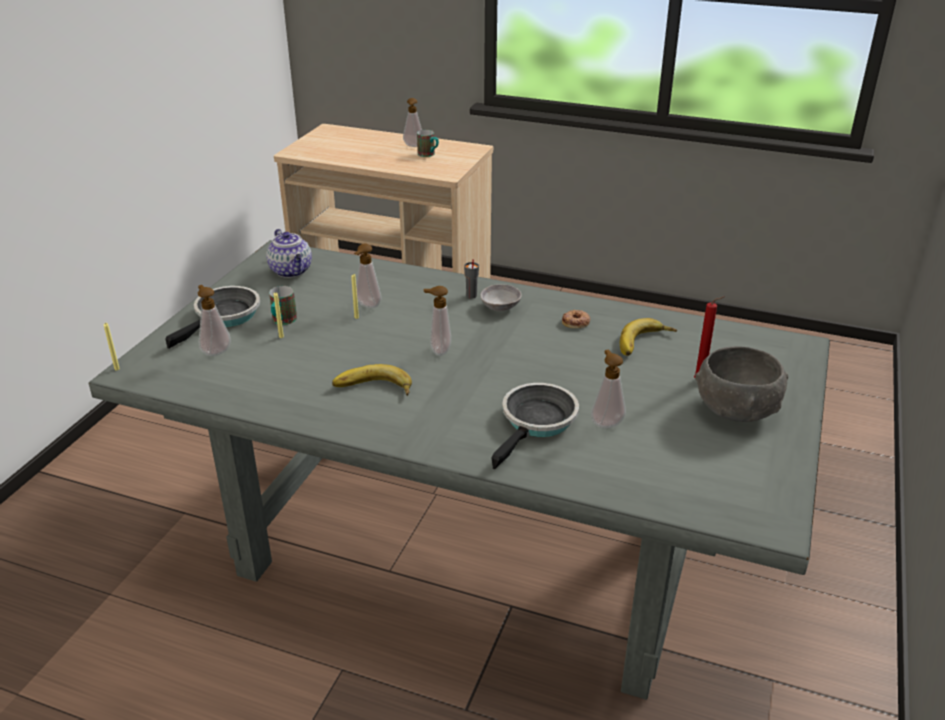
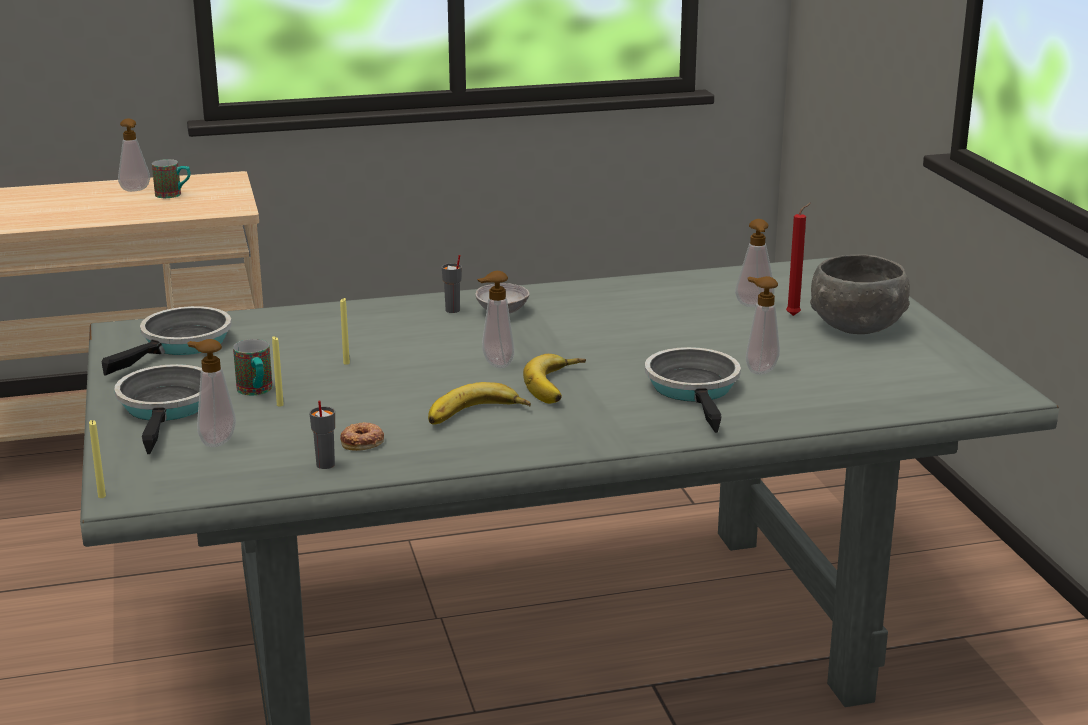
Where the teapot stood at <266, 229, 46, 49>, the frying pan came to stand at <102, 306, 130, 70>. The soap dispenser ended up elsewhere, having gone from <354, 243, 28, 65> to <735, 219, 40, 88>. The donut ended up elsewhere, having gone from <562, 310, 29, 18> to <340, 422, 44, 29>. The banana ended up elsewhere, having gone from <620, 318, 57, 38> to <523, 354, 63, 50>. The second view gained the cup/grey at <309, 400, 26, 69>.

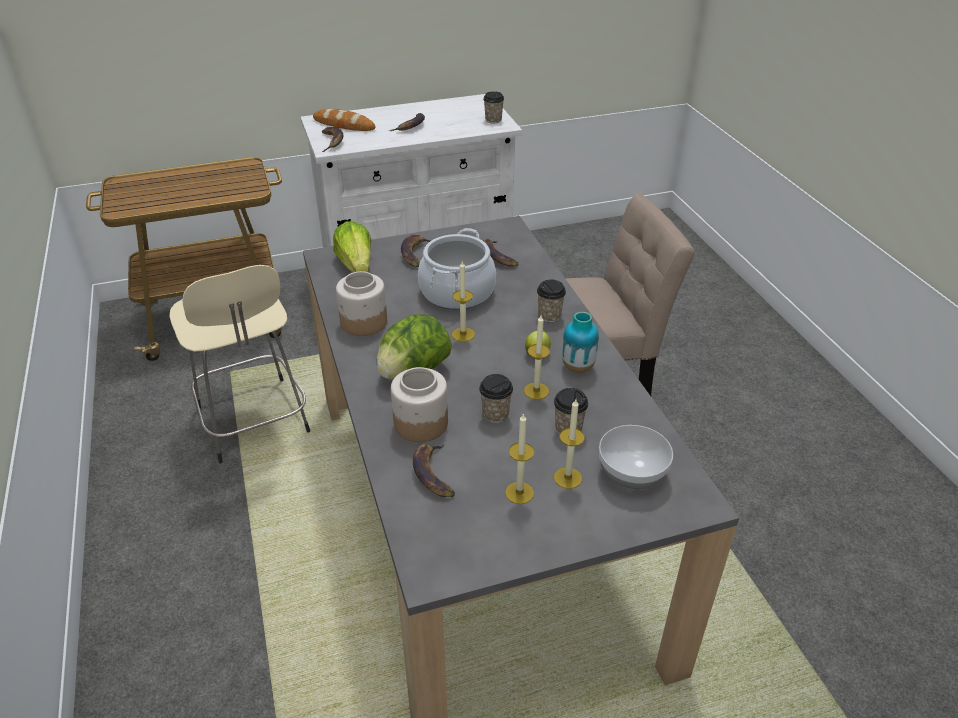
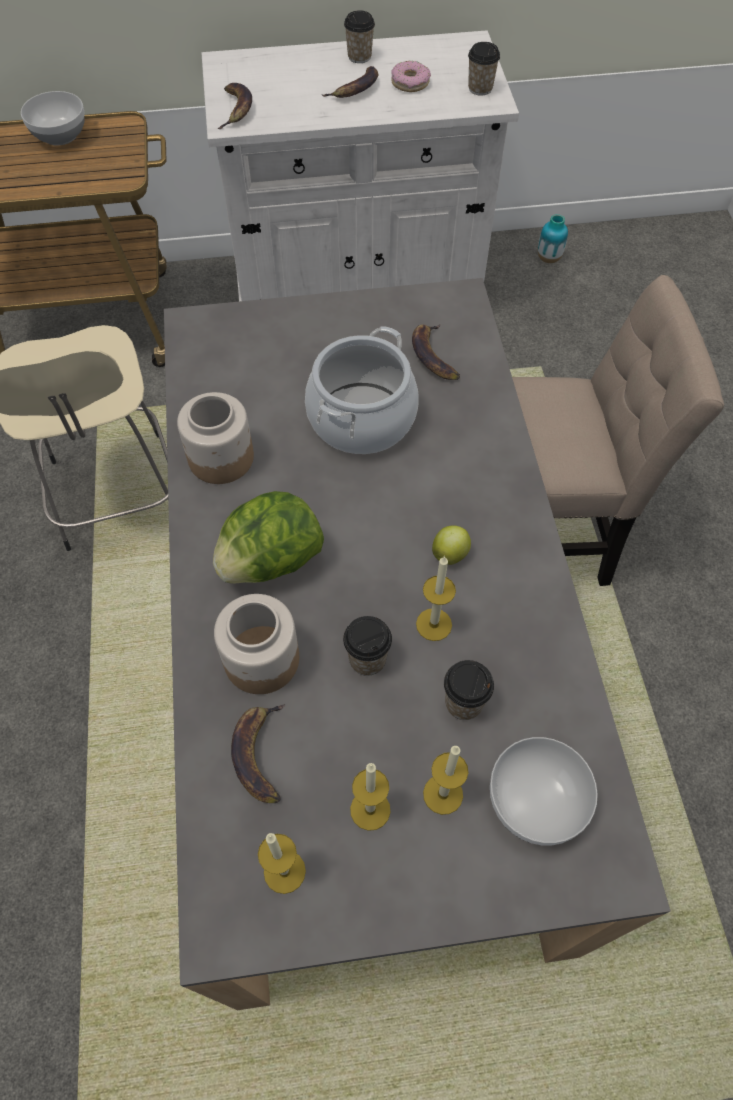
The second view lost the bread at <313, 109, 62, 22>. The second view lost the lettuce at <333, 221, 38, 51>. The second view lost the banana at <401, 234, 29, 33>. The candle ended up elsewhere, having gone from <452, 261, 23, 81> to <258, 833, 48, 61>. The cup ended up elsewhere, having gone from <537, 280, 29, 43> to <344, 10, 31, 53>. The vase ended up elsewhere, having gone from <562, 312, 37, 61> to <538, 214, 30, 49>. The second view gained the bowl at <21, 91, 64, 54>. The second view gained the donut at <391, 61, 40, 31>.

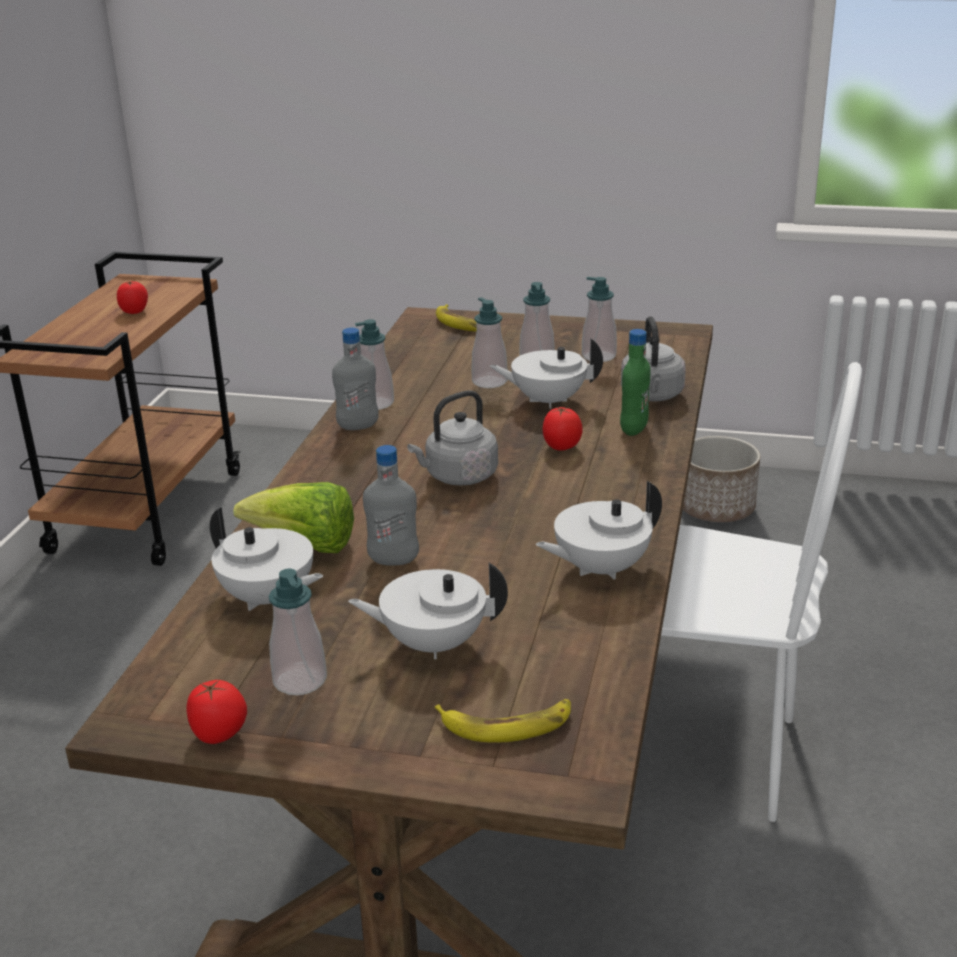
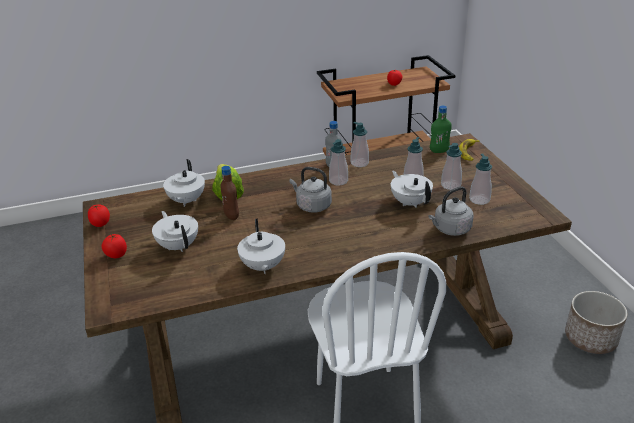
The soap dispenser ended up elsewhere, having gone from <269, 568, 58, 128> to <329, 139, 19, 46>. What was the bottle/grey at <363, 445, 56, 121> turned into the bottle/brown at <221, 166, 18, 54>. The second view lost the banana at <435, 699, 136, 44>. The teapot/white at <536, 481, 126, 98> ended up facing another way, 135 degrees counterclockwise from before. The tomato ended up elsewhere, having gone from <542, 407, 41, 44> to <102, 234, 25, 24>. The bottle/green ended up elsewhere, having gone from <620, 329, 31, 107> to <430, 105, 22, 48>.

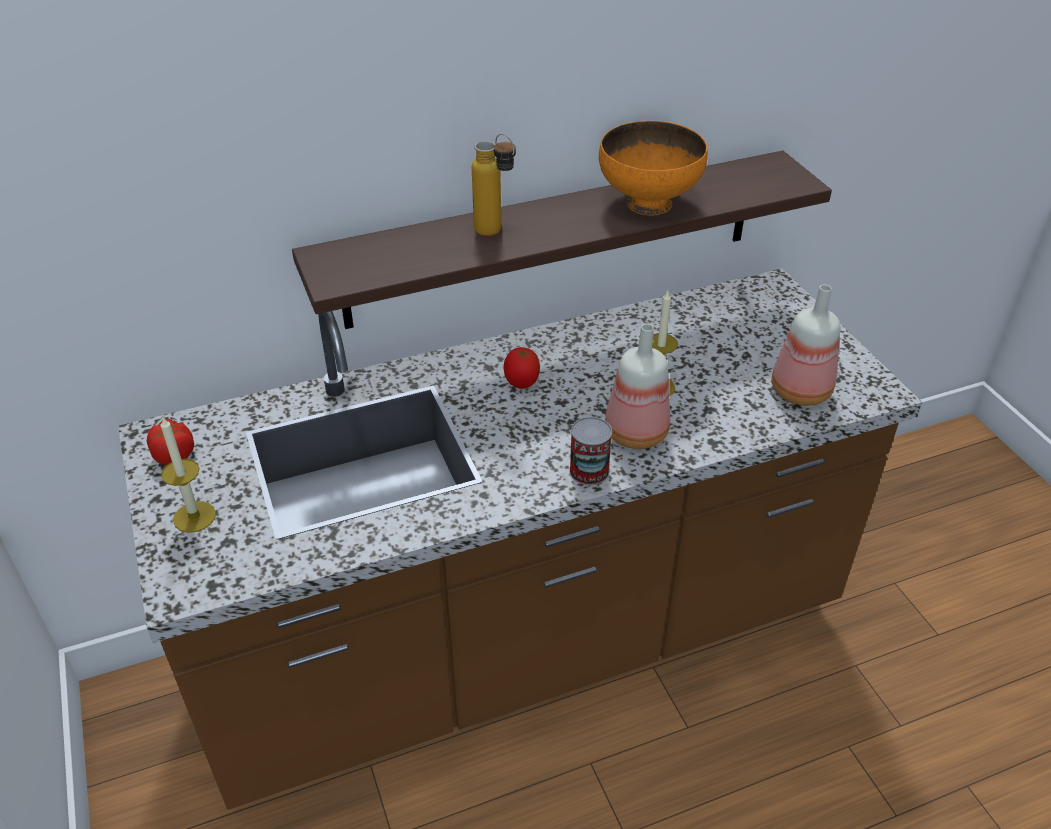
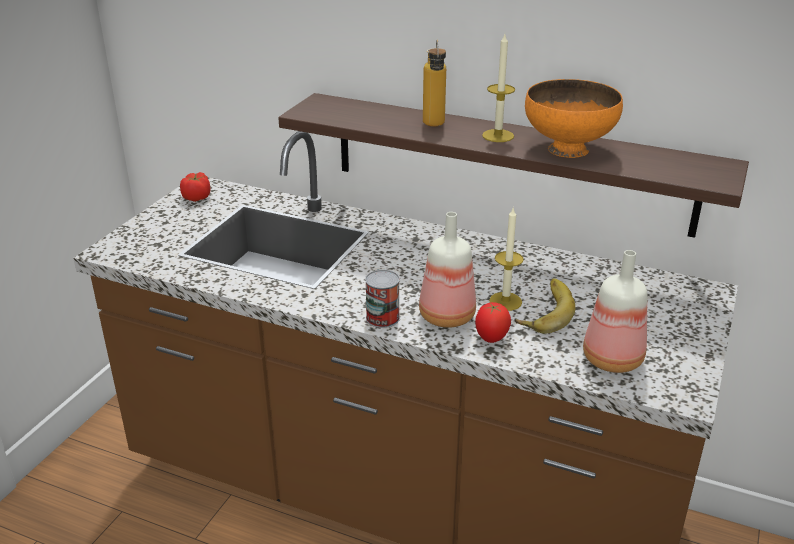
The candle ended up elsewhere, having gone from <160, 417, 56, 116> to <482, 34, 33, 108>. The tomato ended up elsewhere, having gone from <504, 347, 36, 42> to <475, 302, 36, 41>. The second view gained the banana at <515, 279, 60, 55>.

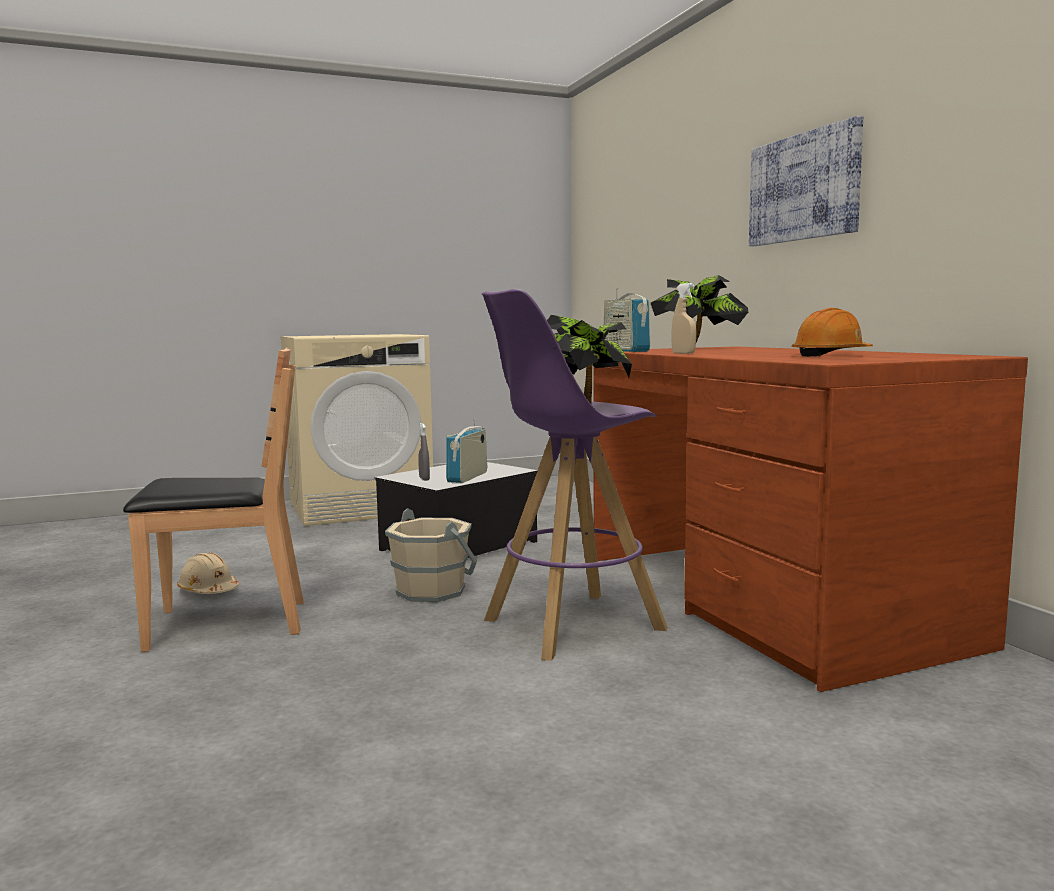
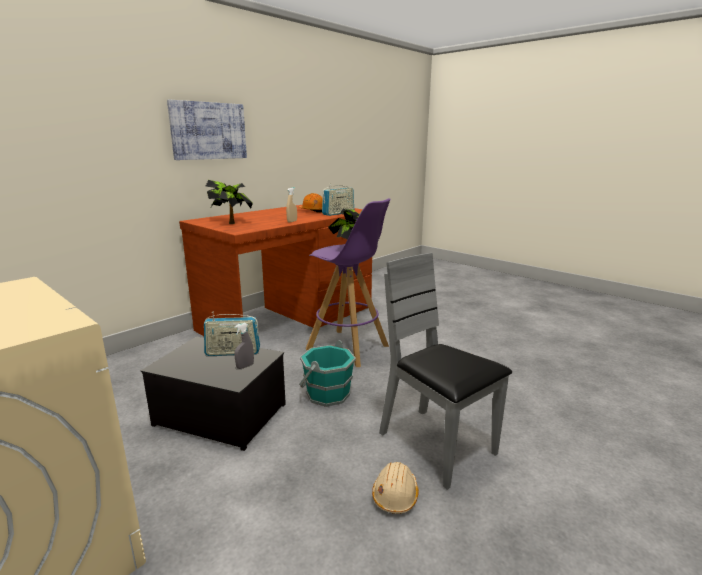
What was the chair/brown at <123, 348, 181, 304> turned into the chair/grey at <379, 253, 133, 237>. What was the bucket/beige at <385, 508, 92, 94> turned into the bucket/turquoise at <299, 340, 57, 67>. The radio ended up elsewhere, having gone from <604, 288, 46, 64> to <322, 183, 32, 33>.

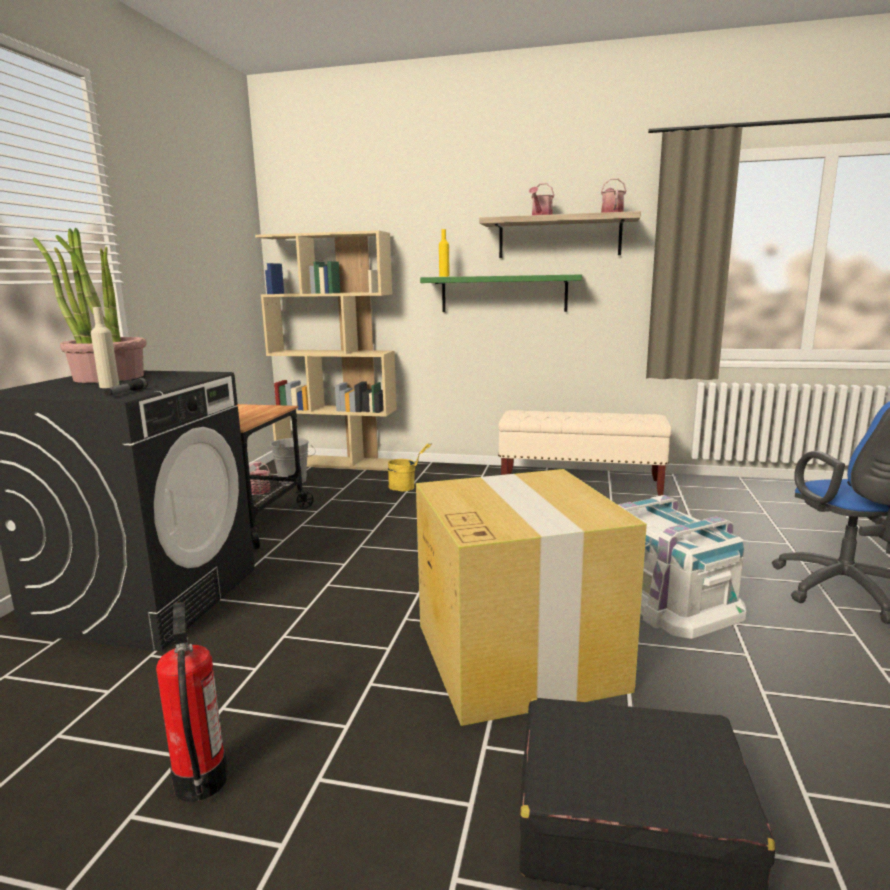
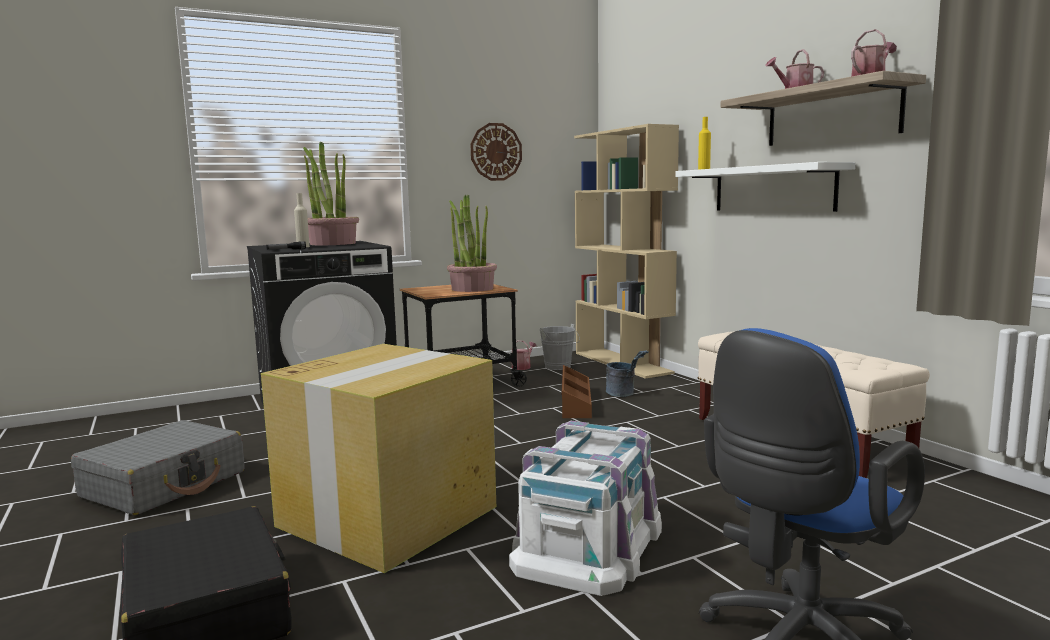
Where the fire extinguisher stood at <156, 602, 72, 200>, the suitcase/grey came to stand at <71, 420, 174, 95>. What was the bucket/yellow at <388, 443, 44, 49> turned into the bucket/grey at <606, 350, 43, 47>. What was the shelf/green at <420, 275, 162, 37> turned into the shelf/white at <675, 162, 180, 50>. The second view gained the potted plant at <447, 195, 50, 97>. The second view gained the wall clock at <471, 123, 51, 58>. The second view gained the storage box/brown at <562, 365, 30, 53>.

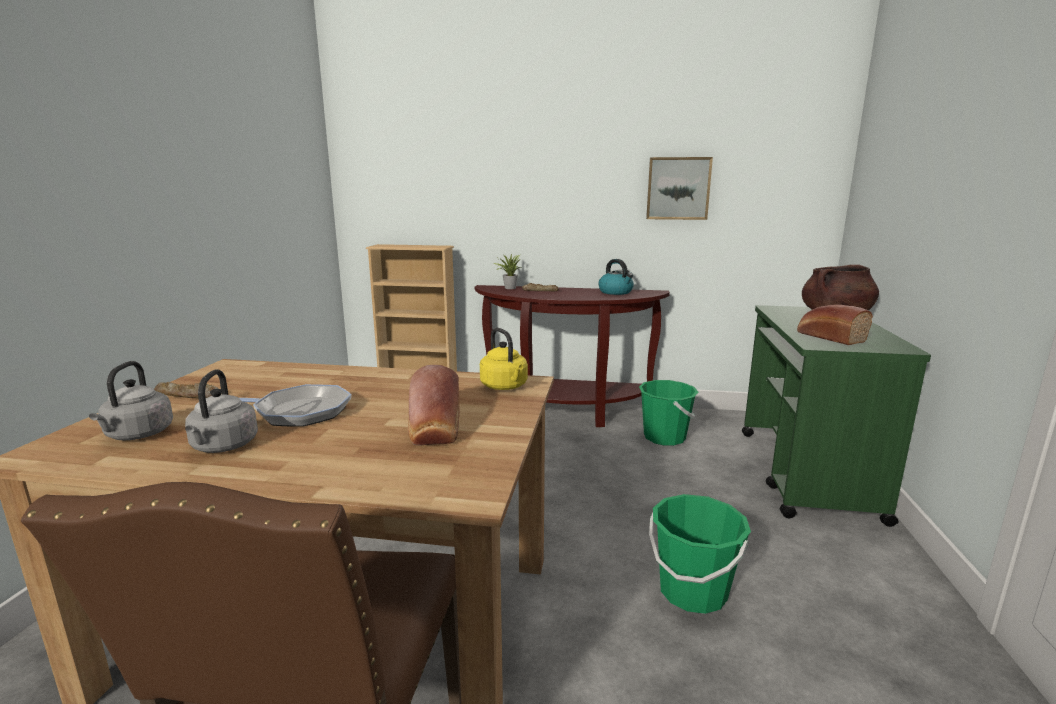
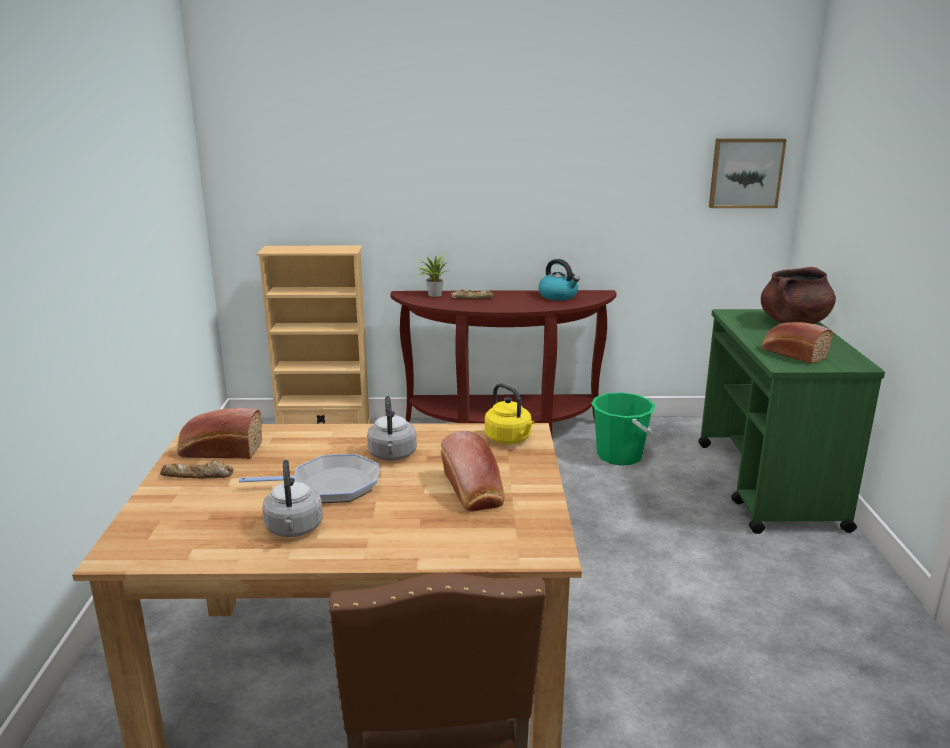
The kettle/grey ended up elsewhere, having gone from <89, 361, 84, 80> to <367, 396, 50, 65>. The picture ended up elsewhere, having gone from <646, 157, 67, 63> to <709, 138, 78, 70>. The second view lost the bucket/green at <649, 494, 102, 120>. The second view gained the bread at <177, 408, 85, 51>.

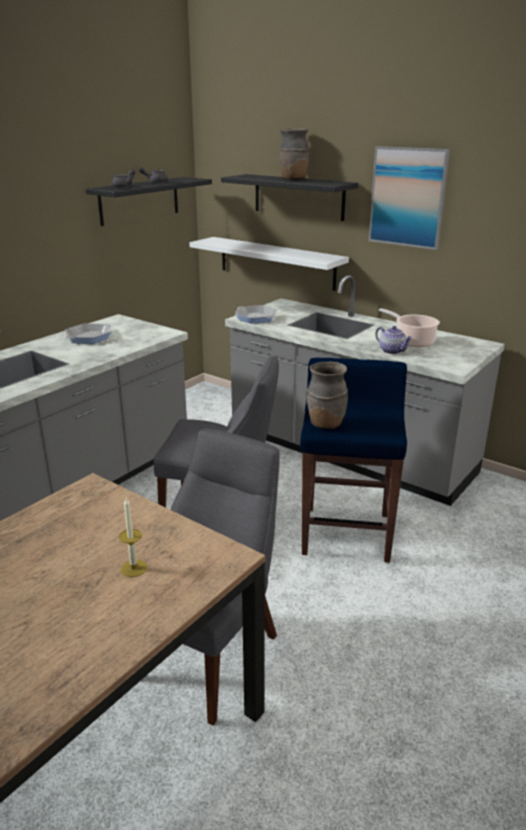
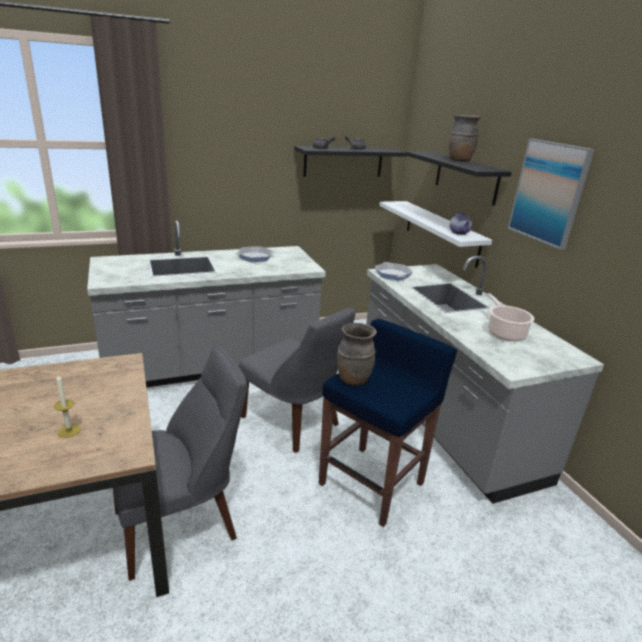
The teapot ended up elsewhere, having gone from <375, 326, 37, 28> to <450, 212, 22, 23>.

